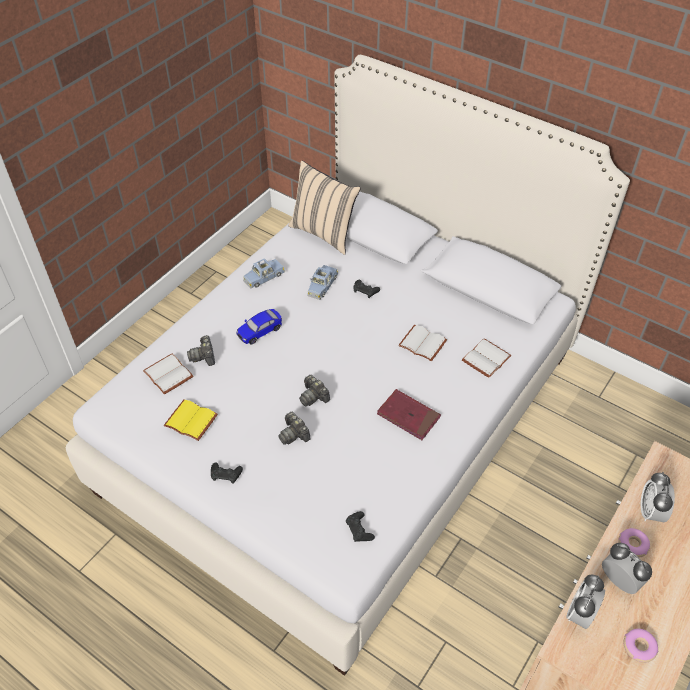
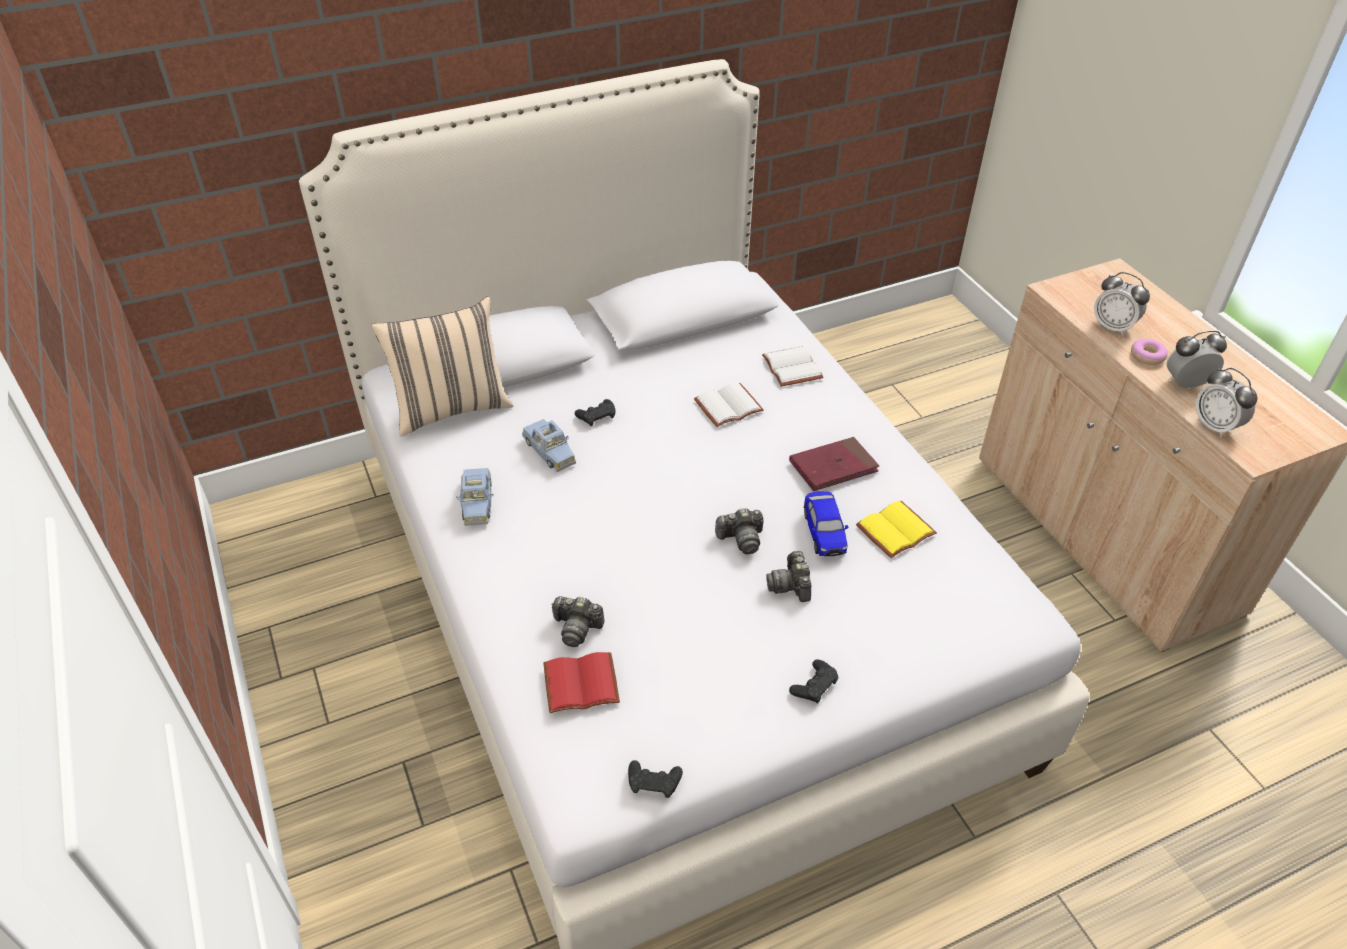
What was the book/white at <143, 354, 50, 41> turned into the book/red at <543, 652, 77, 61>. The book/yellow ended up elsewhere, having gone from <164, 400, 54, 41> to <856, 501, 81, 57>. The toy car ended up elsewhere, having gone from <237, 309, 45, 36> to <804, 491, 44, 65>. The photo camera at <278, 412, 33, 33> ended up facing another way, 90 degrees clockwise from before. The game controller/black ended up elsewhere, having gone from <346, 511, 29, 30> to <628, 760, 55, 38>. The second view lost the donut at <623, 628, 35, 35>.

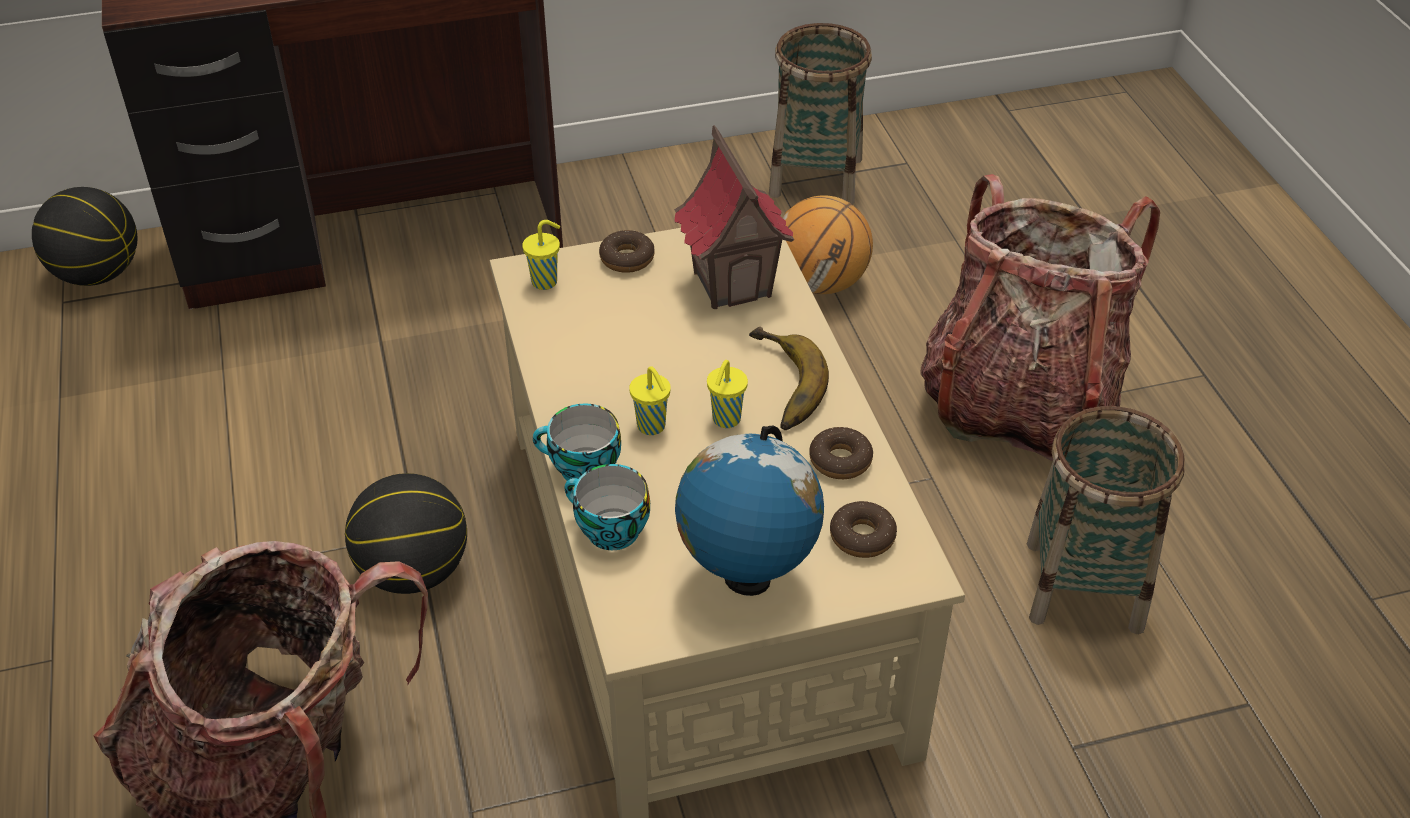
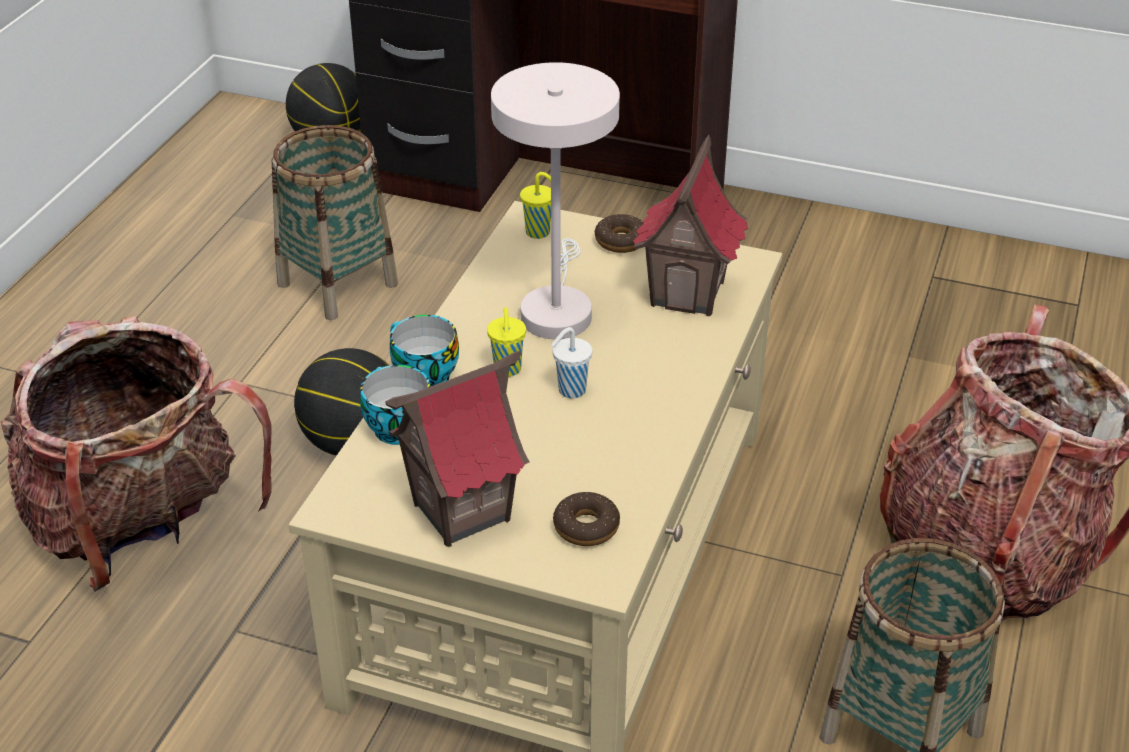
Where the globe stood at <675, 426, 149, 170>, the toy house came to stand at <385, 351, 145, 196>. What was the cup/yellow at <707, 360, 41, 68> turned into the cup/white at <551, 327, 41, 71>. The second view lost the banana at <749, 327, 80, 103>. The basket ended up elsewhere, having gone from <769, 23, 103, 182> to <271, 125, 127, 195>. The second view lost the basketball at <783, 195, 90, 99>. The second view lost the donut at <809, 427, 64, 52>. The second view gained the table lamp/white at <491, 62, 129, 277>.

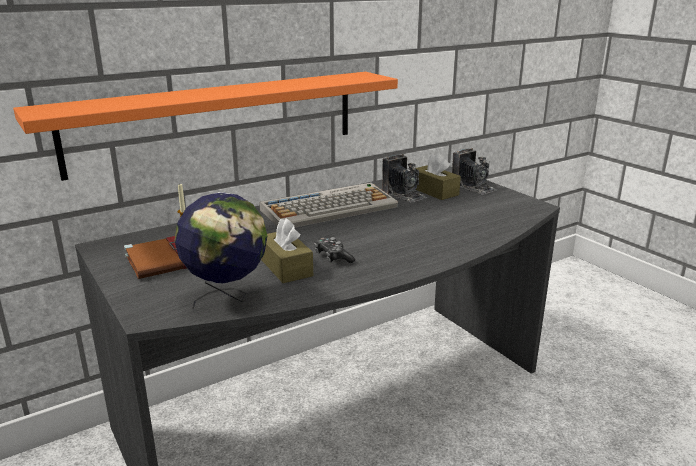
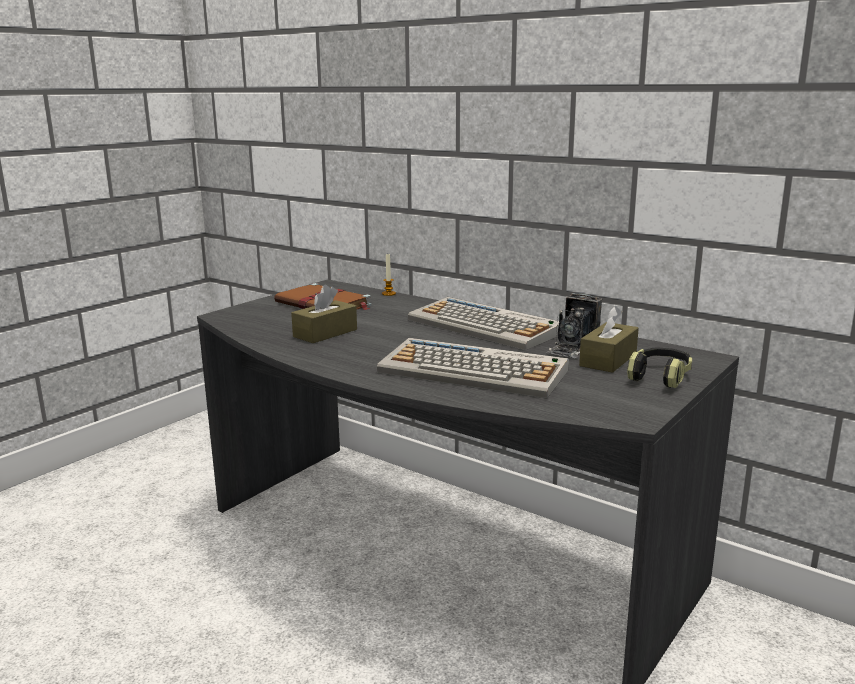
The second view lost the shelf/orange at <13, 72, 385, 109>. The second view lost the globe at <175, 192, 92, 124>. The second view lost the game controller at <314, 237, 41, 26>. Where the photo camera stood at <452, 148, 45, 47>, the headphones came to stand at <627, 347, 65, 41>. The second view gained the keyboard at <377, 338, 192, 60>.

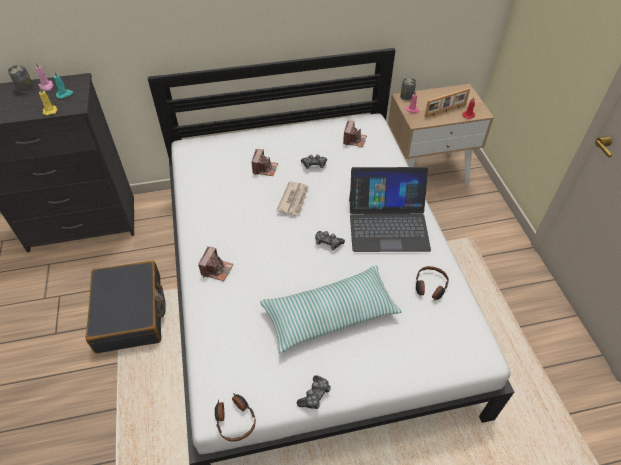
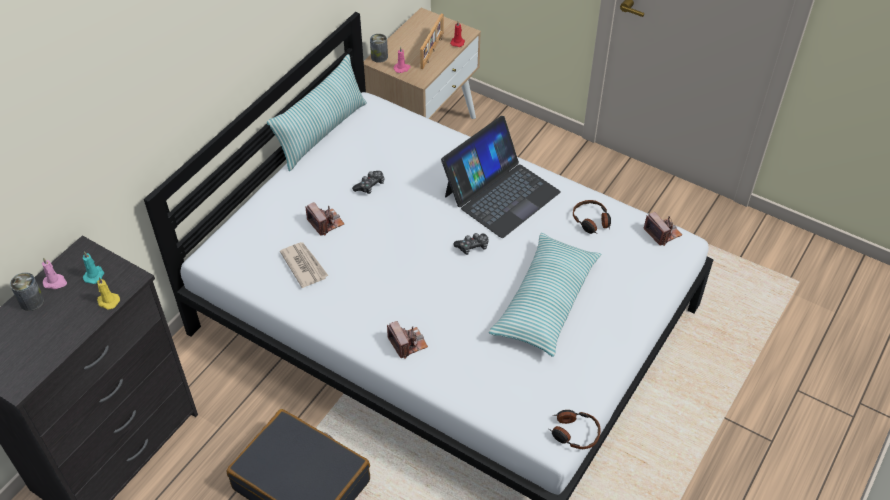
The newspaper ended up elsewhere, having gone from <276, 181, 33, 34> to <280, 242, 49, 46>. The second view lost the game controller at <297, 375, 34, 34>. The photo camera ended up elsewhere, having gone from <343, 120, 24, 27> to <643, 212, 39, 34>. The second view gained the pillow at <267, 54, 100, 117>.

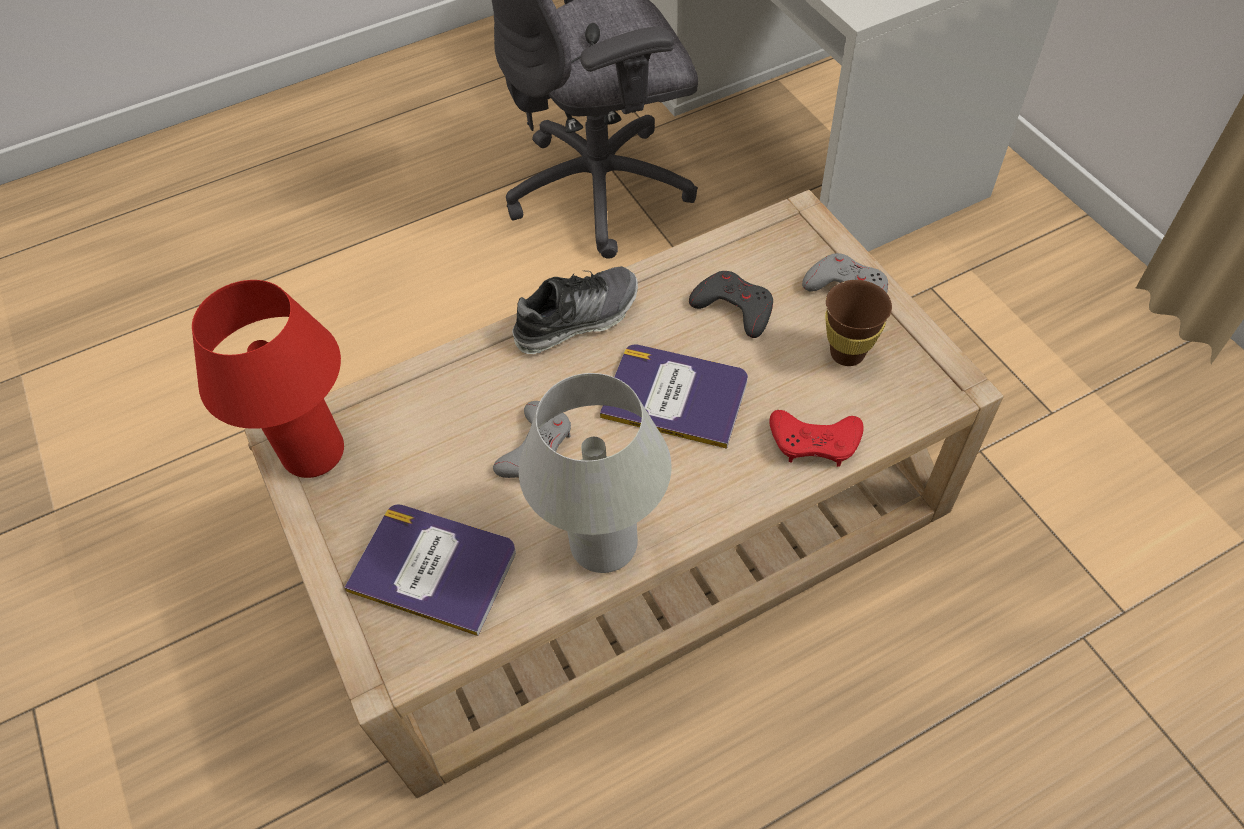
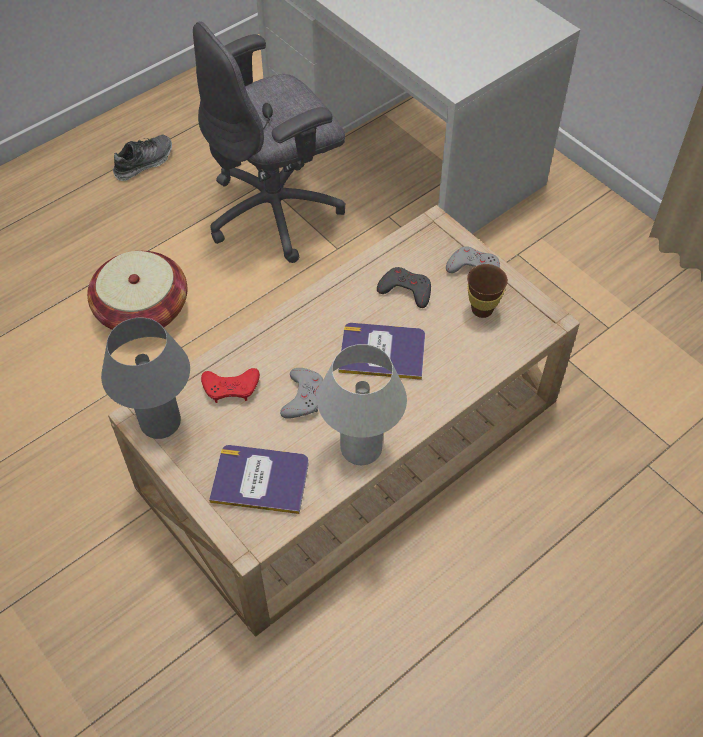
What was the table lamp/red at <192, 280, 152, 198> turned into the table lamp/grey at <101, 317, 89, 122>. The shoe ended up elsewhere, having gone from <512, 266, 126, 88> to <113, 134, 59, 47>. The game controller/red ended up elsewhere, having gone from <769, 410, 95, 57> to <201, 368, 59, 35>. The second view gained the basket at <87, 251, 100, 79>.

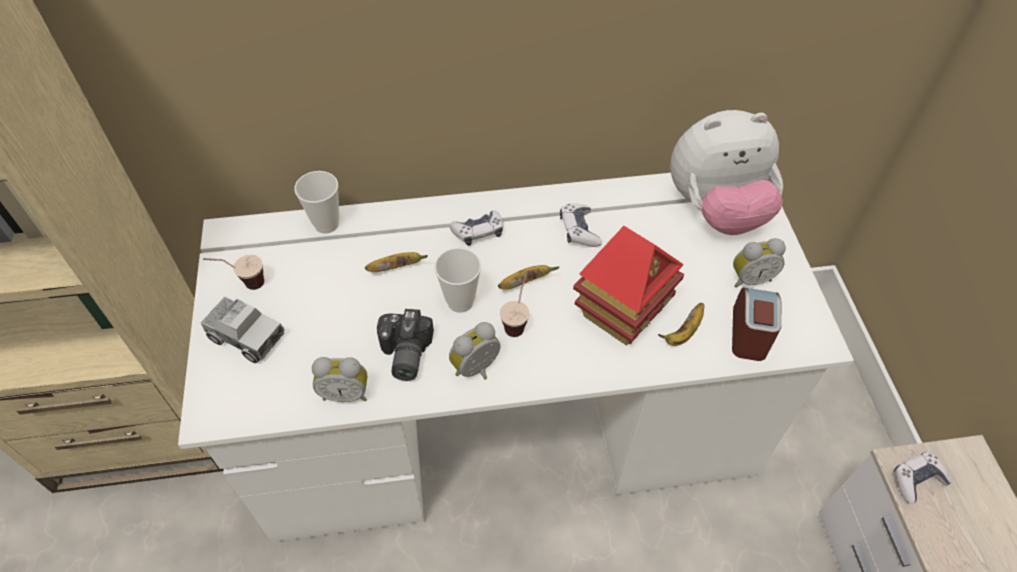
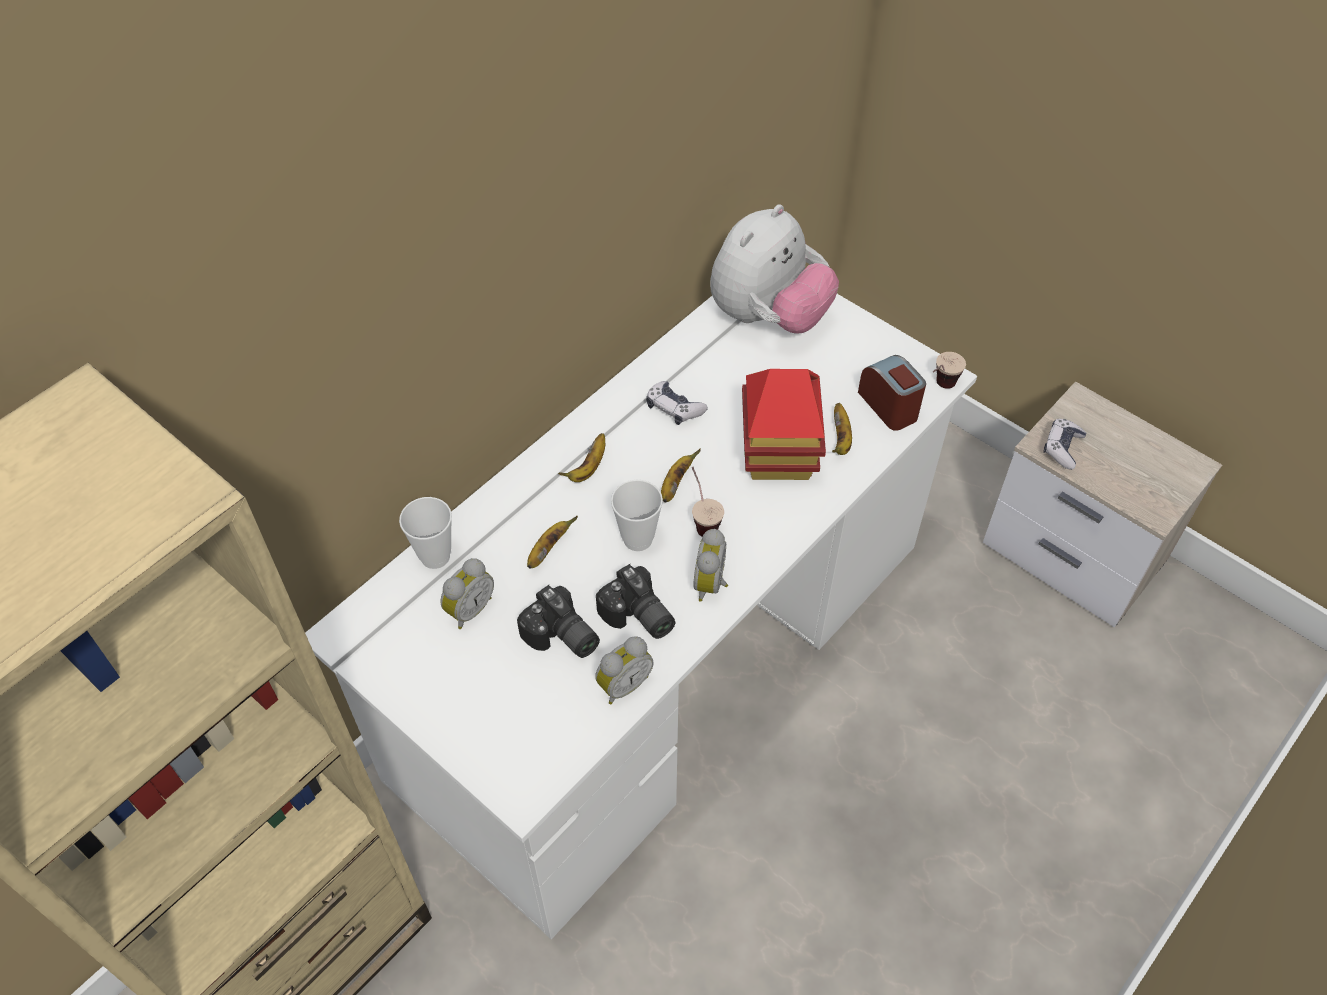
The second view lost the toy truck at <201, 297, 83, 66>. The cup ended up elsewhere, having gone from <203, 255, 61, 35> to <933, 352, 33, 37>. Where the game controller stood at <449, 210, 54, 36>, the banana came to stand at <558, 433, 47, 49>. The alarm clock ended up elsewhere, having gone from <733, 238, 53, 50> to <440, 558, 54, 71>. The second view gained the photo camera at <517, 585, 83, 73>.

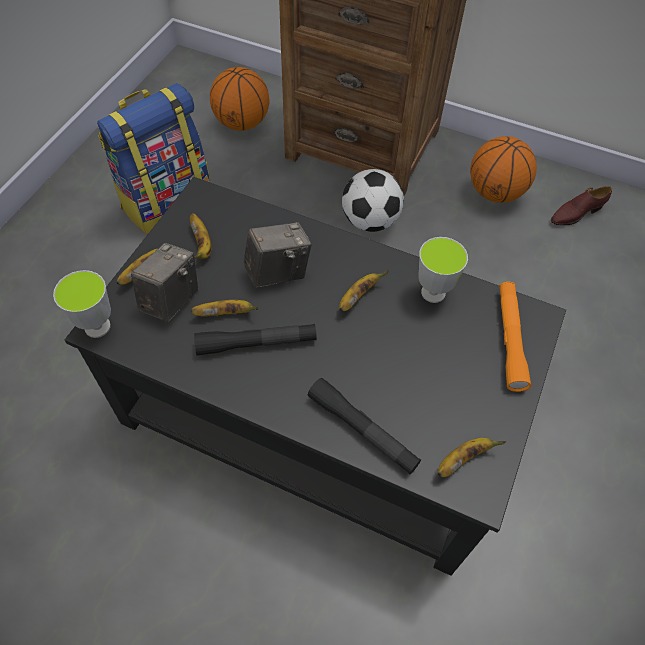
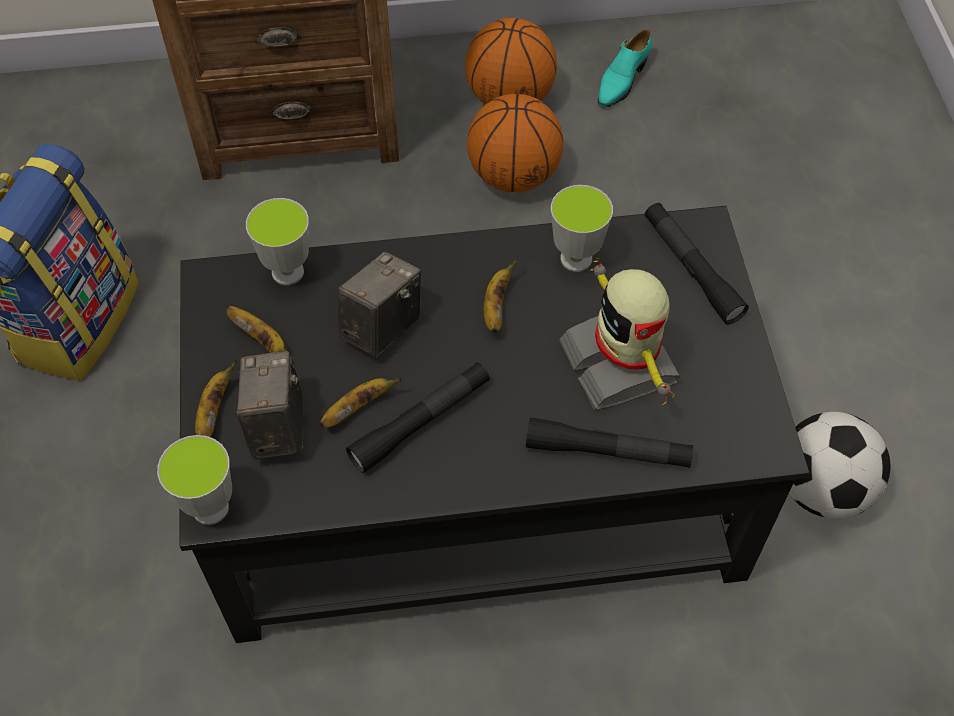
The basketball ended up elsewhere, having gone from <210, 67, 60, 64> to <467, 94, 96, 98>. The football ended up elsewhere, having gone from <342, 169, 62, 63> to <789, 412, 101, 107>. The second view lost the banana at <438, 438, 68, 39>. What was the flashlight/orange at <499, 282, 32, 110> turned into the flashlight/black at <645, 203, 104, 121>. What was the shoe/brown at <551, 186, 61, 39> turned into the shoe/turquoise at <598, 29, 54, 78>. The second view gained the cup at <246, 198, 63, 87>. The second view gained the toy robot at <559, 257, 122, 153>.

